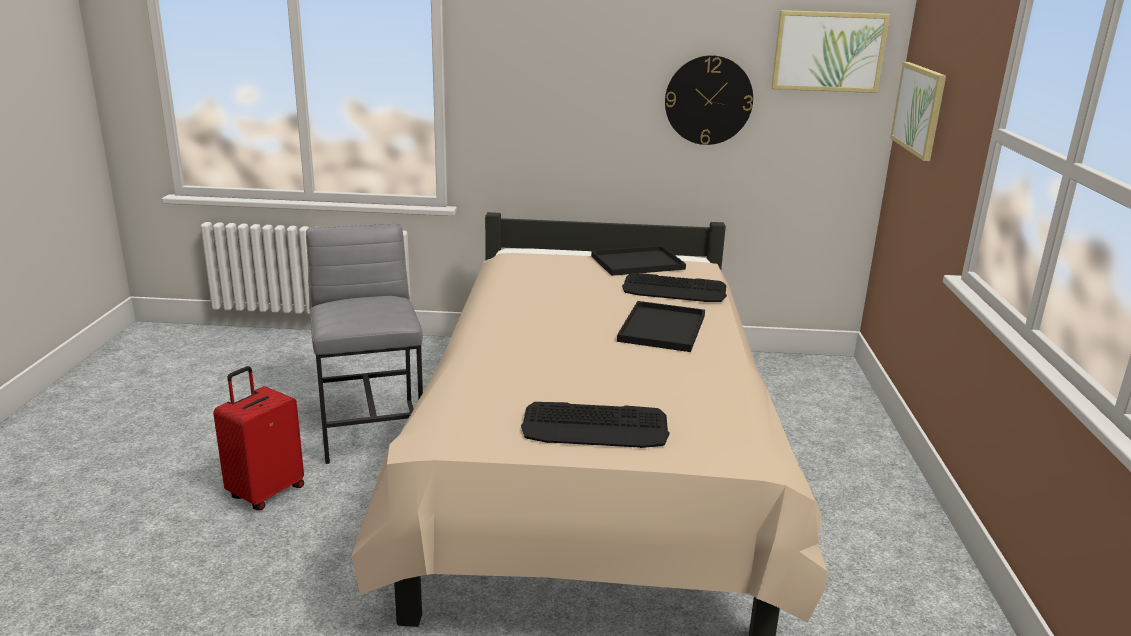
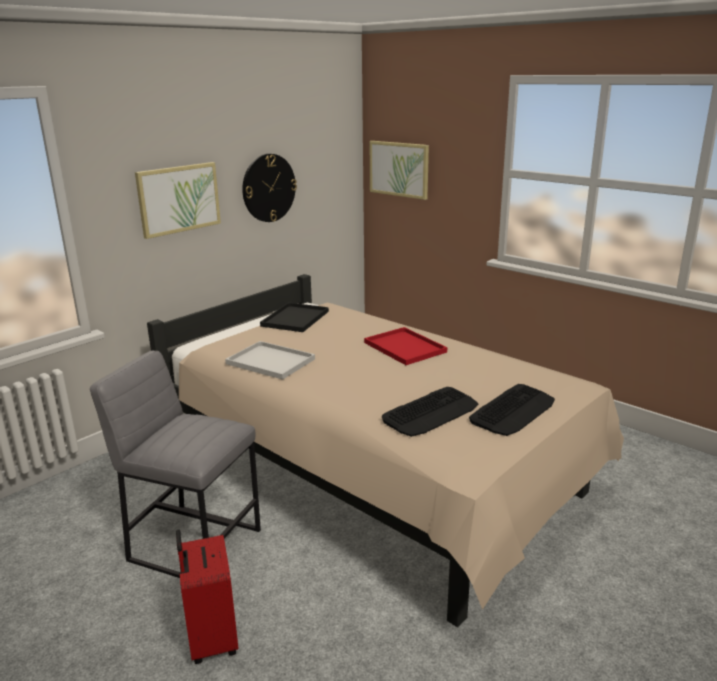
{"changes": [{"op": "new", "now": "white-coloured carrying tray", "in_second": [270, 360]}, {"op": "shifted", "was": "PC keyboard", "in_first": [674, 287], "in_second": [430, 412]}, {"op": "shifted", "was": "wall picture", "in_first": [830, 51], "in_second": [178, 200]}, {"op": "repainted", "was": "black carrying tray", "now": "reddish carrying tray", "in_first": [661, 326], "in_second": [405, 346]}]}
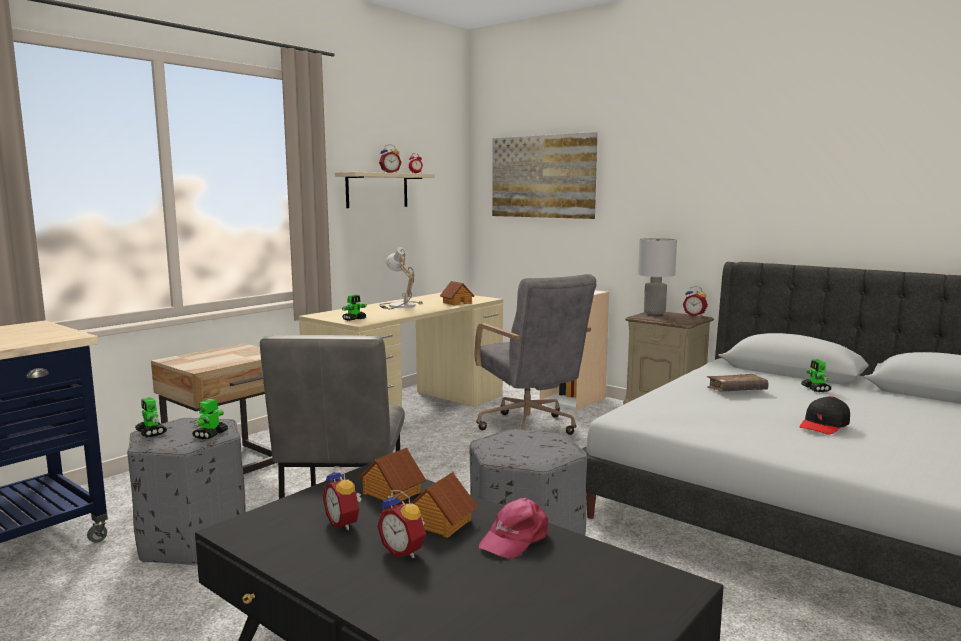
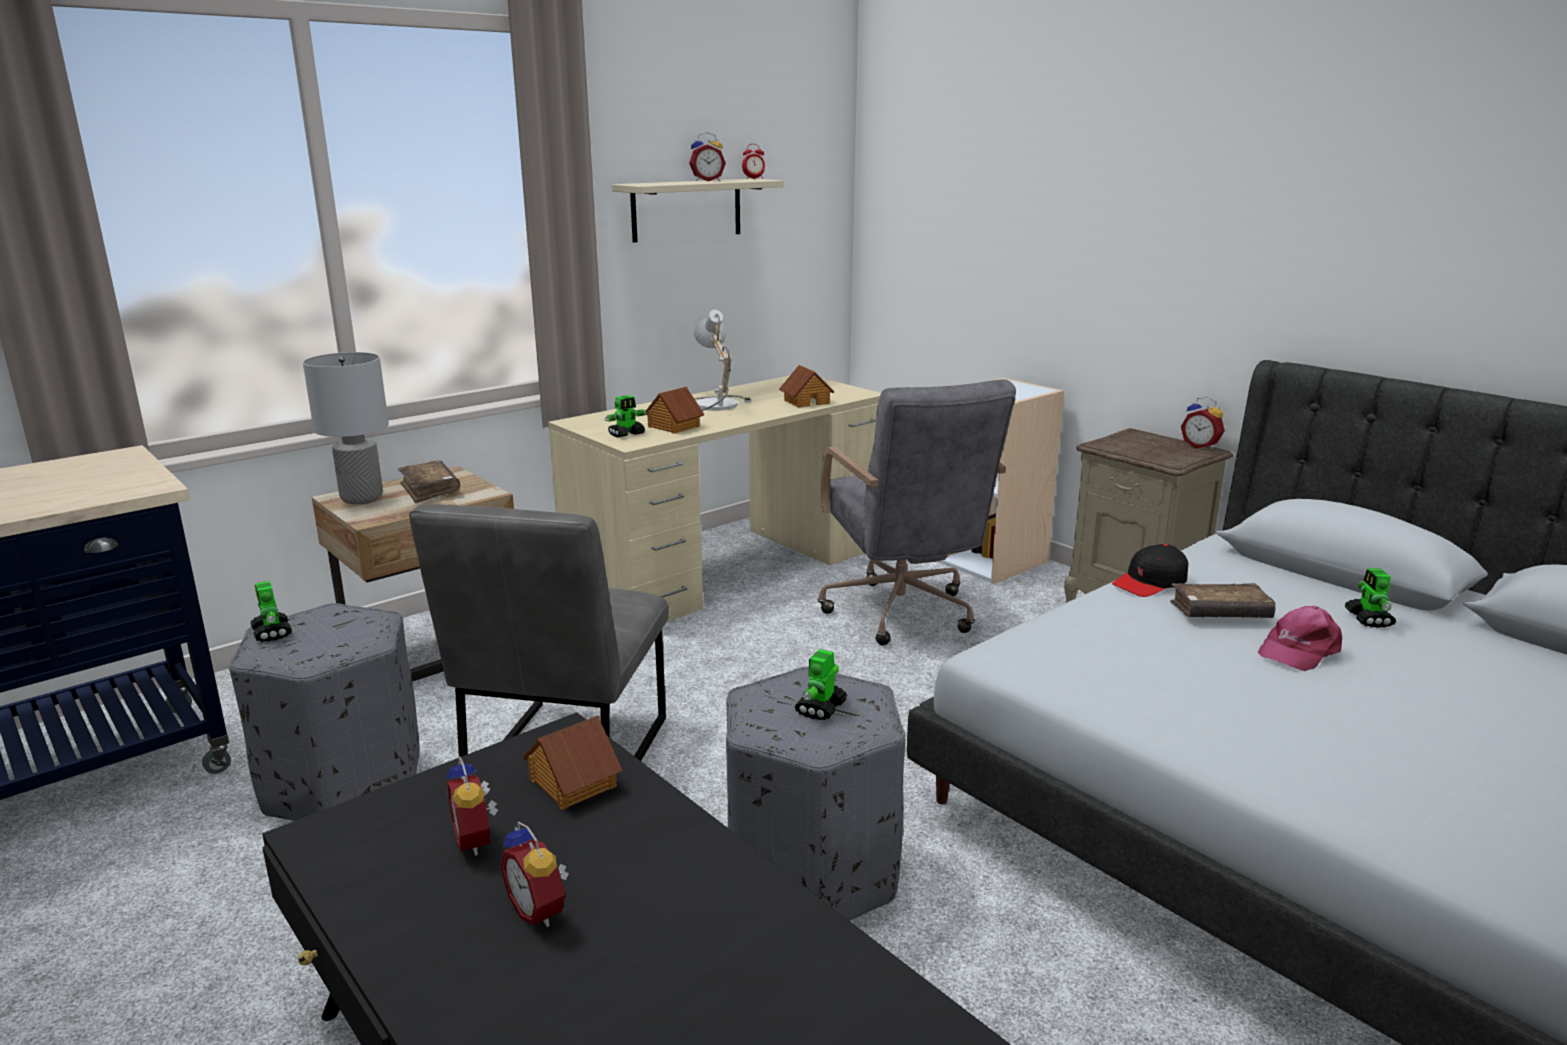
{"changes": [{"op": "gone", "was": "wall picture", "in_first": [545, 175]}, {"op": "new", "now": "brown-coloured book", "in_second": [429, 482]}, {"op": "shifted", "was": "robot figure", "in_first": [210, 419], "in_second": [820, 684]}, {"op": "shifted", "was": "model house", "in_first": [444, 505], "in_second": [675, 410]}, {"op": "shifted", "was": "pink peaked cap", "in_first": [513, 528], "in_second": [1300, 638]}, {"op": "shifted", "was": "greyish lamp for a table", "in_first": [657, 276], "in_second": [346, 428]}, {"op": "shifted", "was": "black peaked cap", "in_first": [824, 415], "in_second": [1150, 570]}]}
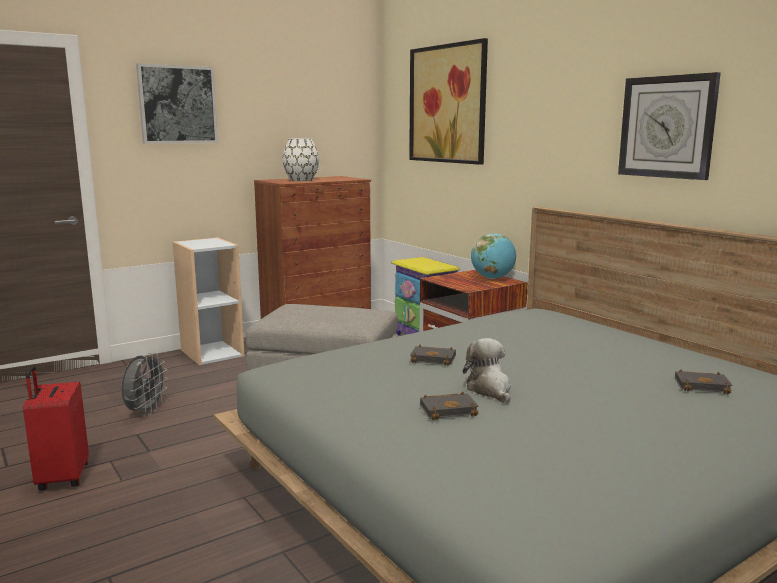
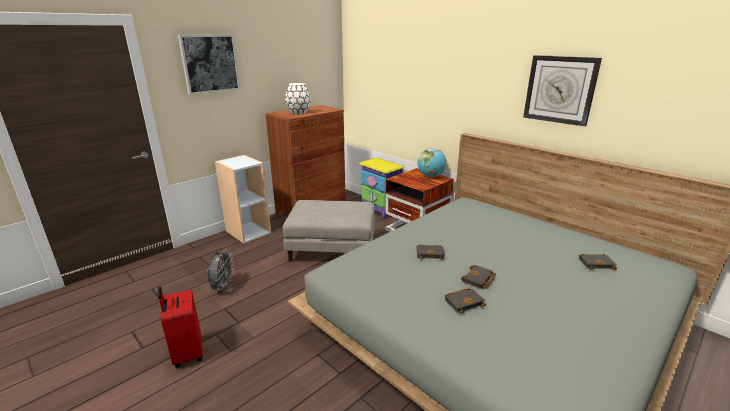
{"changes": [{"op": "gone", "was": "wall picture", "in_first": [448, 101]}, {"op": "swapped", "was": "cuddly toy", "now": "black book", "in_first": [487, 371], "in_second": [478, 277]}]}
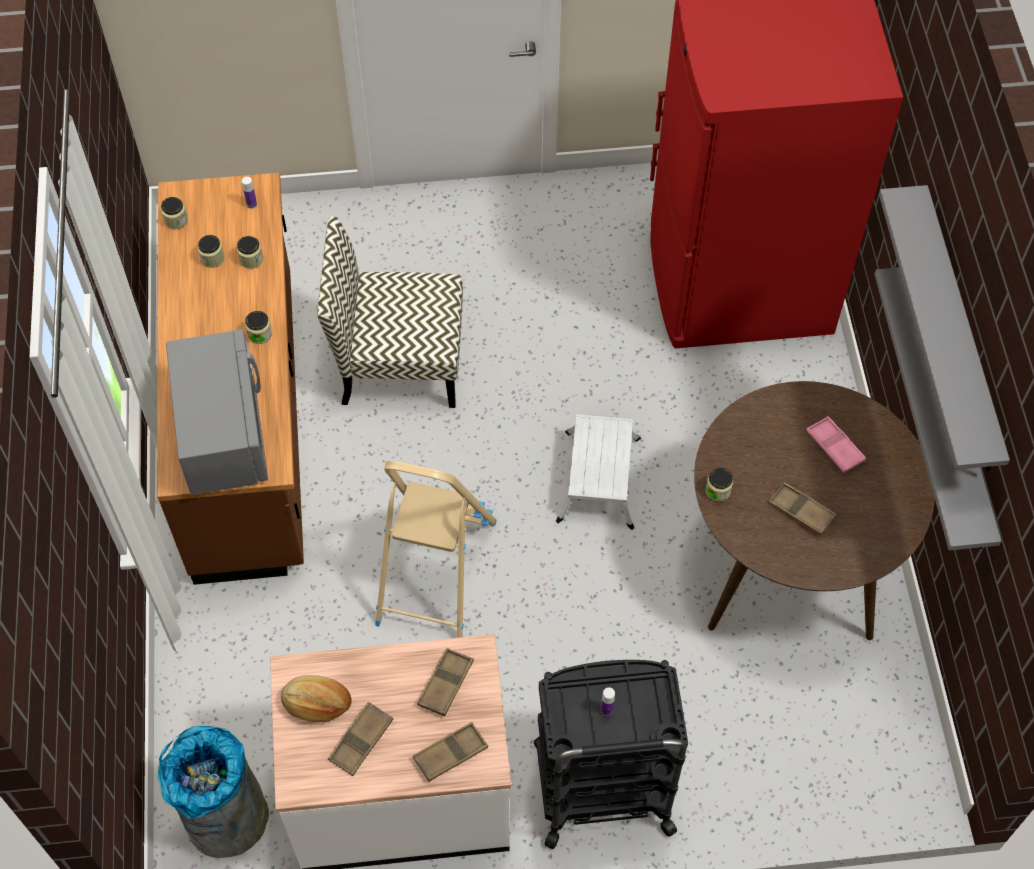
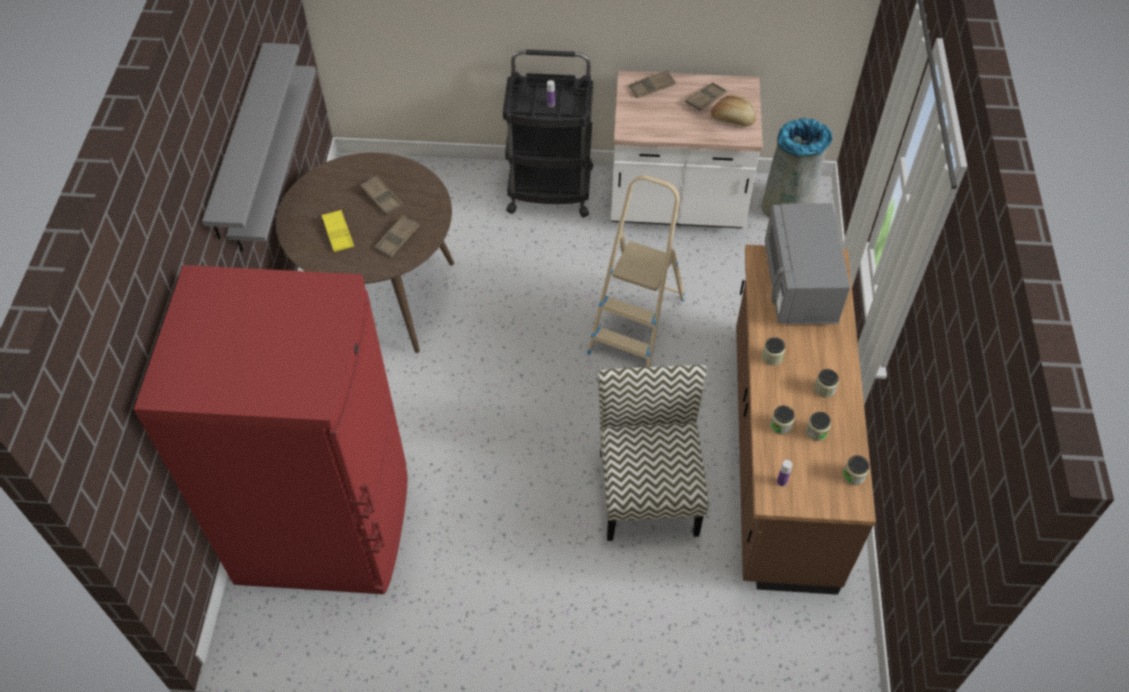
{"changes": [{"op": "gone", "was": "white-coloured stepladder", "in_first": [598, 472]}, {"op": "shifted", "was": "brown-coloured carrying tray", "in_first": [445, 682], "in_second": [397, 236]}, {"op": "shifted", "was": "preserve jar", "in_first": [719, 485], "in_second": [826, 383]}, {"op": "repainted", "was": "pink carrying tray", "now": "yellowish carrying tray", "in_first": [836, 444], "in_second": [338, 231]}, {"op": "rotated", "was": "plain chair", "in_first": [390, 312], "in_second": [653, 453], "clockwise": -105}]}
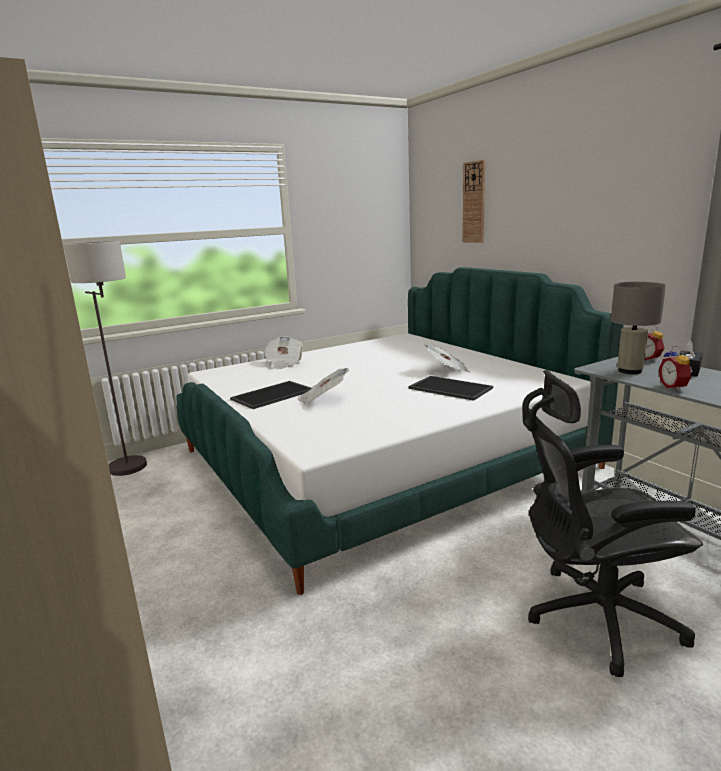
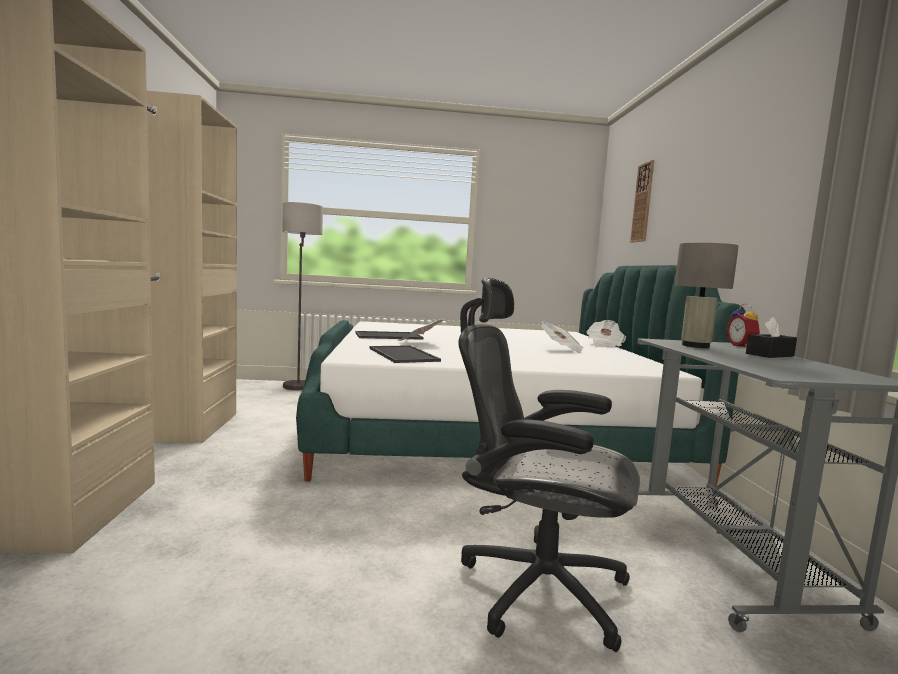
{"changes": [{"op": "gone", "was": "bedside clock", "in_first": [676, 368]}, {"op": "shifted", "was": "printed paper", "in_first": [284, 352], "in_second": [606, 333]}, {"op": "shifted", "was": "carrying tray", "in_first": [451, 388], "in_second": [405, 354]}]}
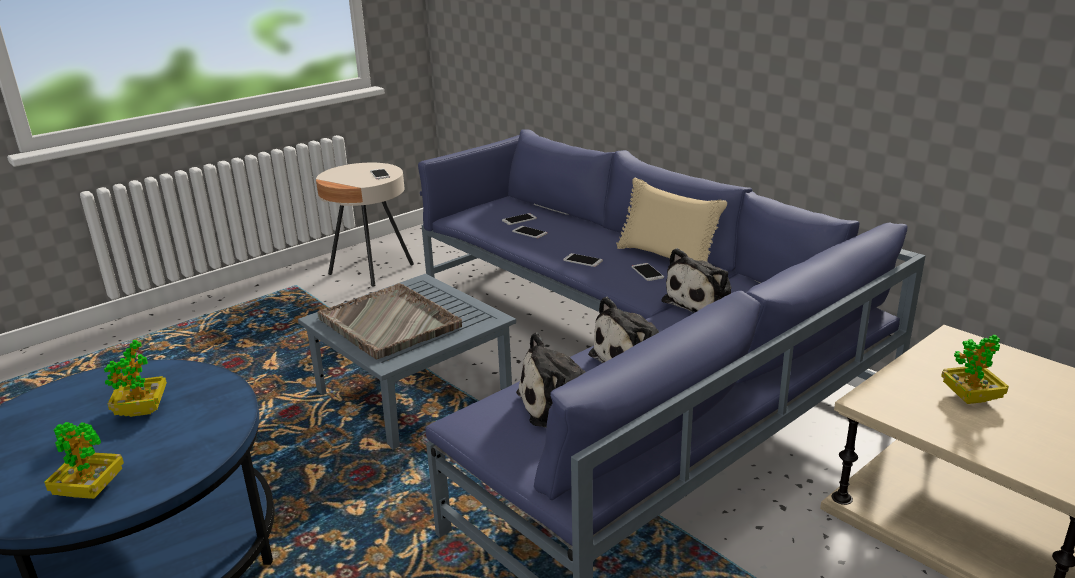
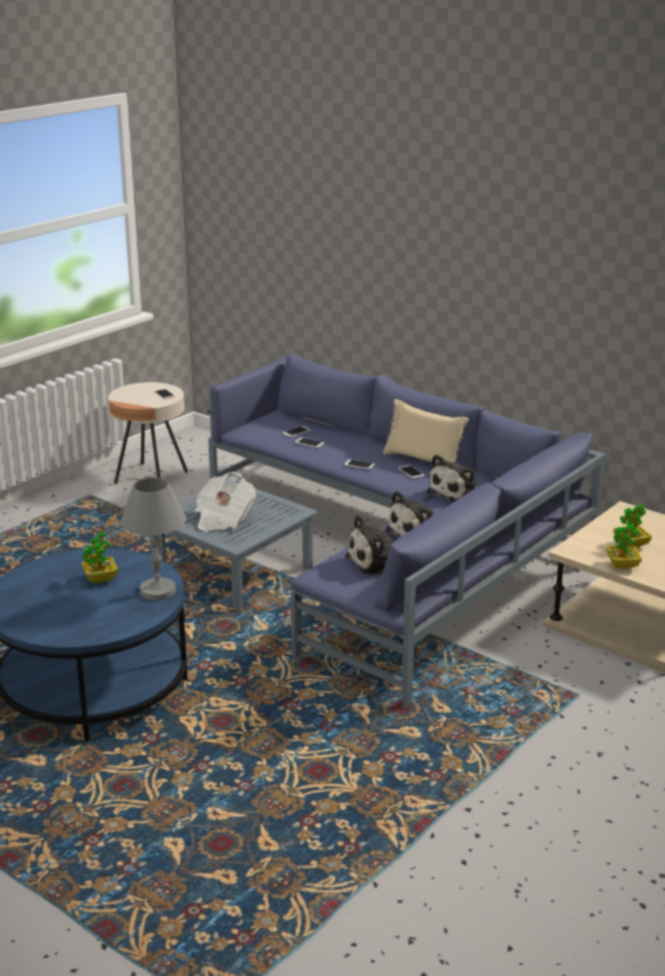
{"changes": [{"op": "new", "now": "greyish lamp for a table", "in_second": [153, 538]}, {"op": "shifted", "was": "potted plant", "in_first": [84, 460], "in_second": [624, 546]}, {"op": "swapped", "was": "greyish carrying tray", "now": "printed paper", "in_first": [389, 321], "in_second": [225, 501]}]}
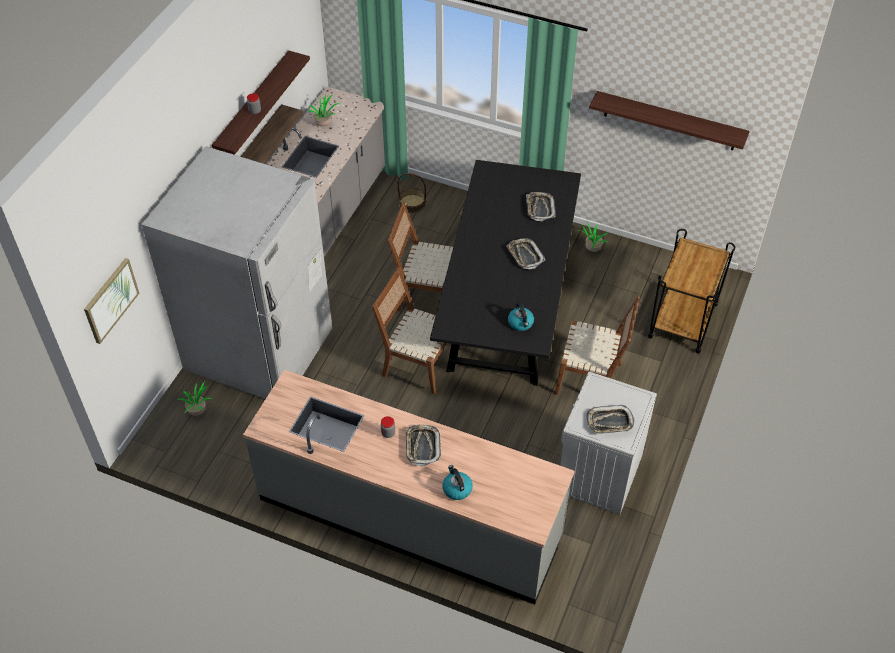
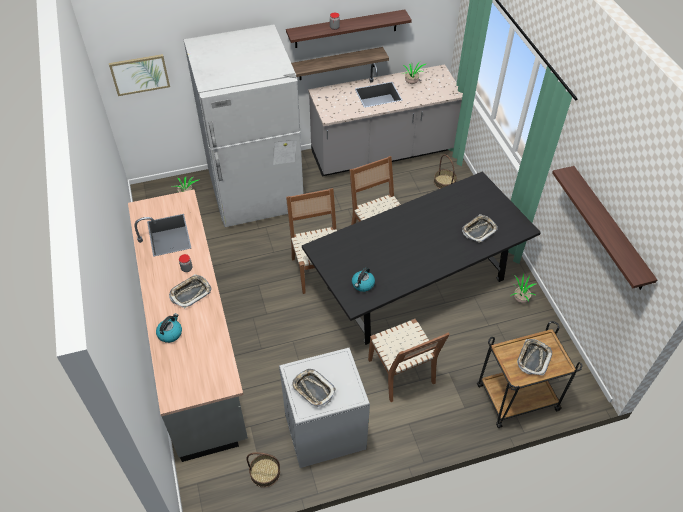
{"changes": [{"op": "new", "now": "household basket", "in_second": [263, 469]}, {"op": "shifted", "was": "carrying tray", "in_first": [526, 253], "in_second": [534, 357]}]}
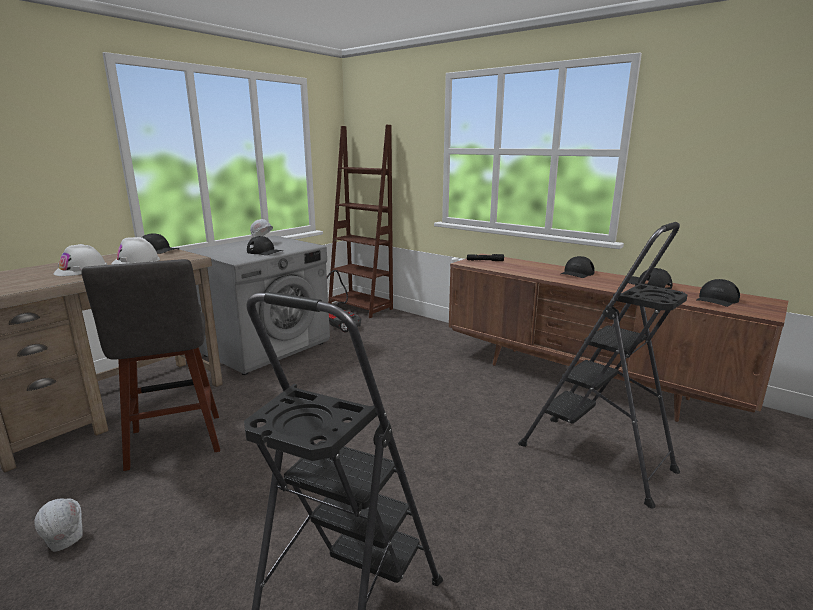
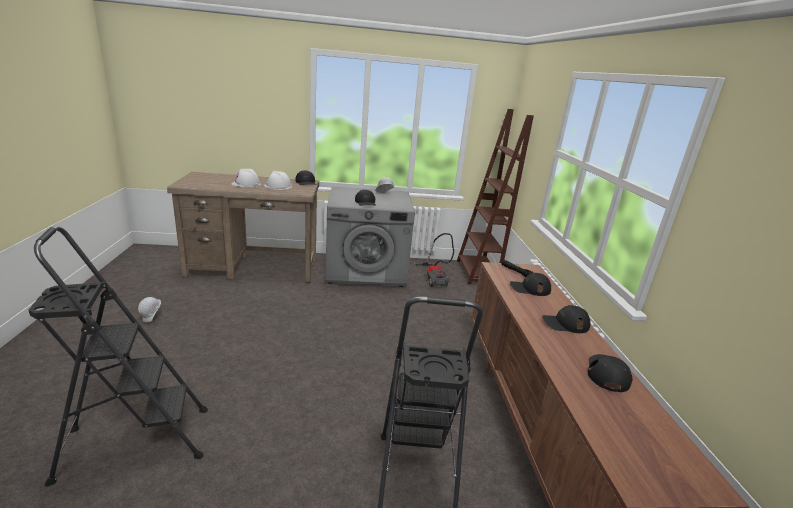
{"changes": [{"op": "gone", "was": "greyish stool seat", "in_first": [150, 365]}, {"op": "shifted", "was": "black peaked cap", "in_first": [718, 293], "in_second": [530, 284]}]}
